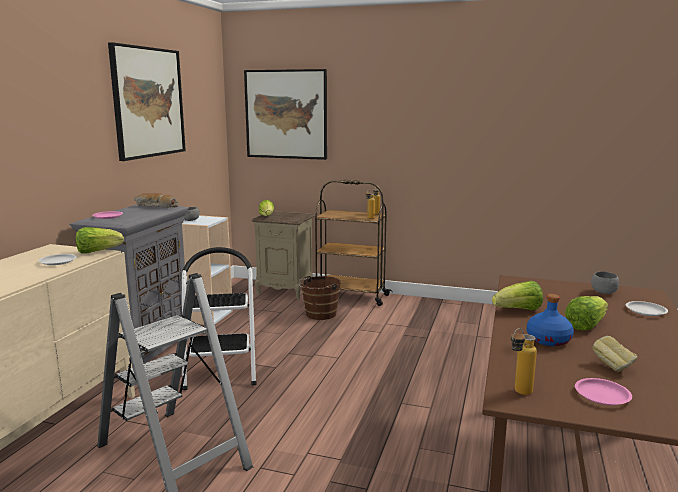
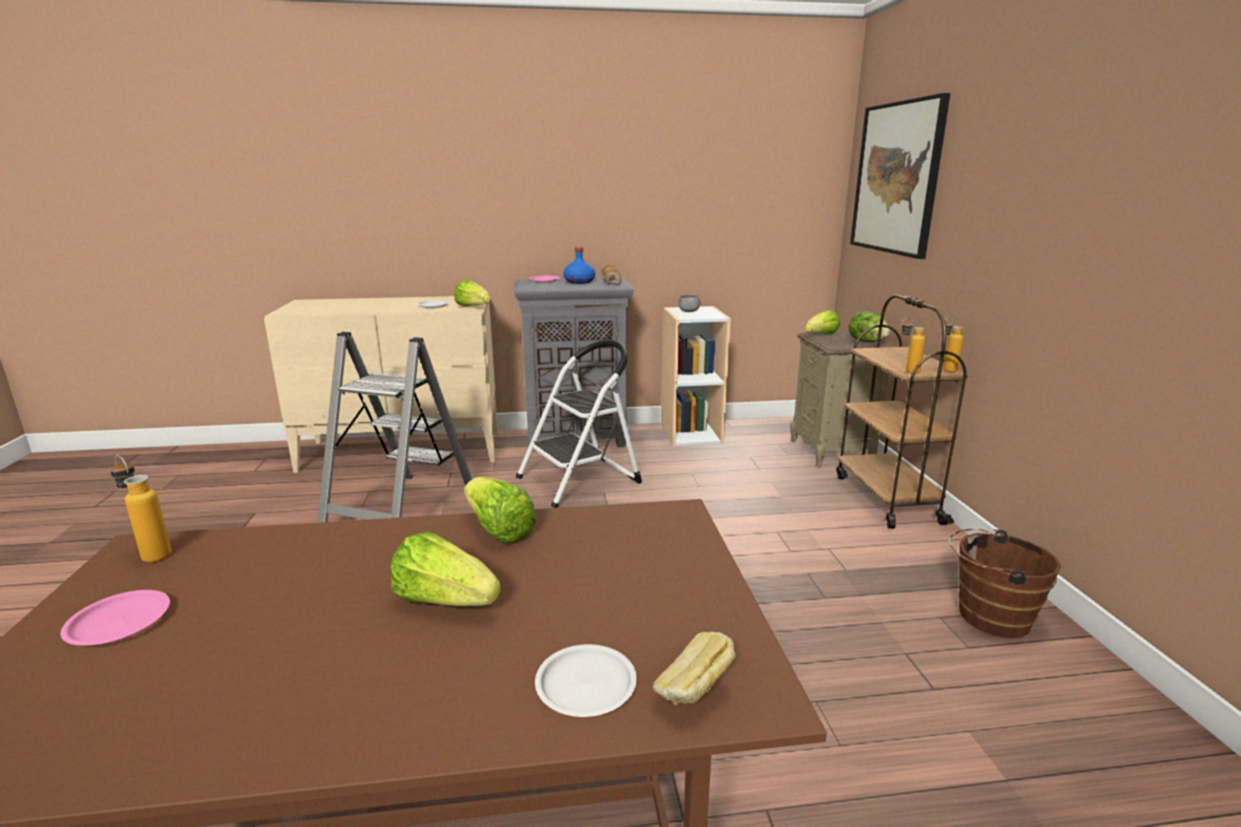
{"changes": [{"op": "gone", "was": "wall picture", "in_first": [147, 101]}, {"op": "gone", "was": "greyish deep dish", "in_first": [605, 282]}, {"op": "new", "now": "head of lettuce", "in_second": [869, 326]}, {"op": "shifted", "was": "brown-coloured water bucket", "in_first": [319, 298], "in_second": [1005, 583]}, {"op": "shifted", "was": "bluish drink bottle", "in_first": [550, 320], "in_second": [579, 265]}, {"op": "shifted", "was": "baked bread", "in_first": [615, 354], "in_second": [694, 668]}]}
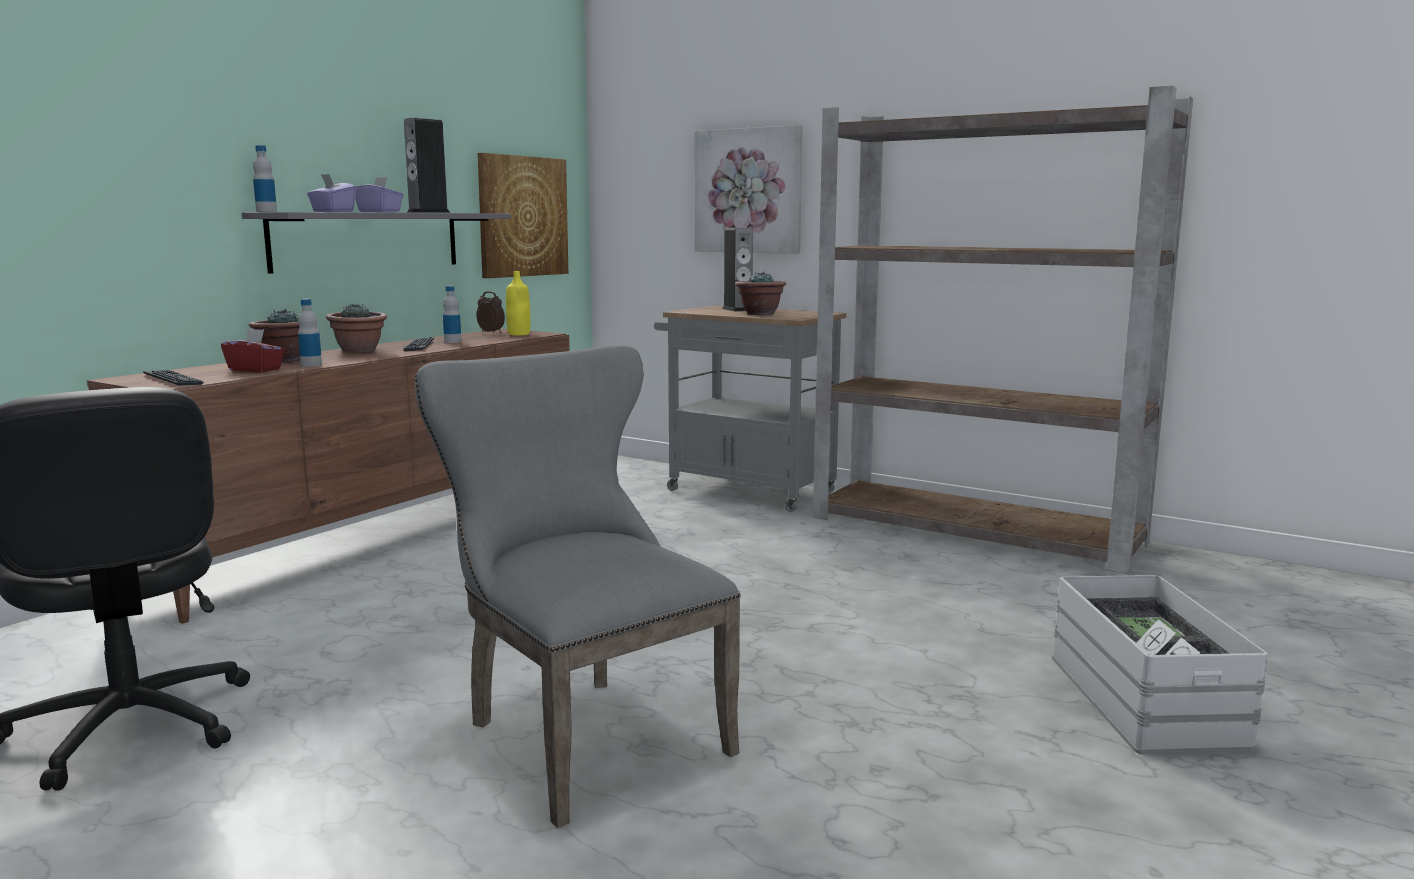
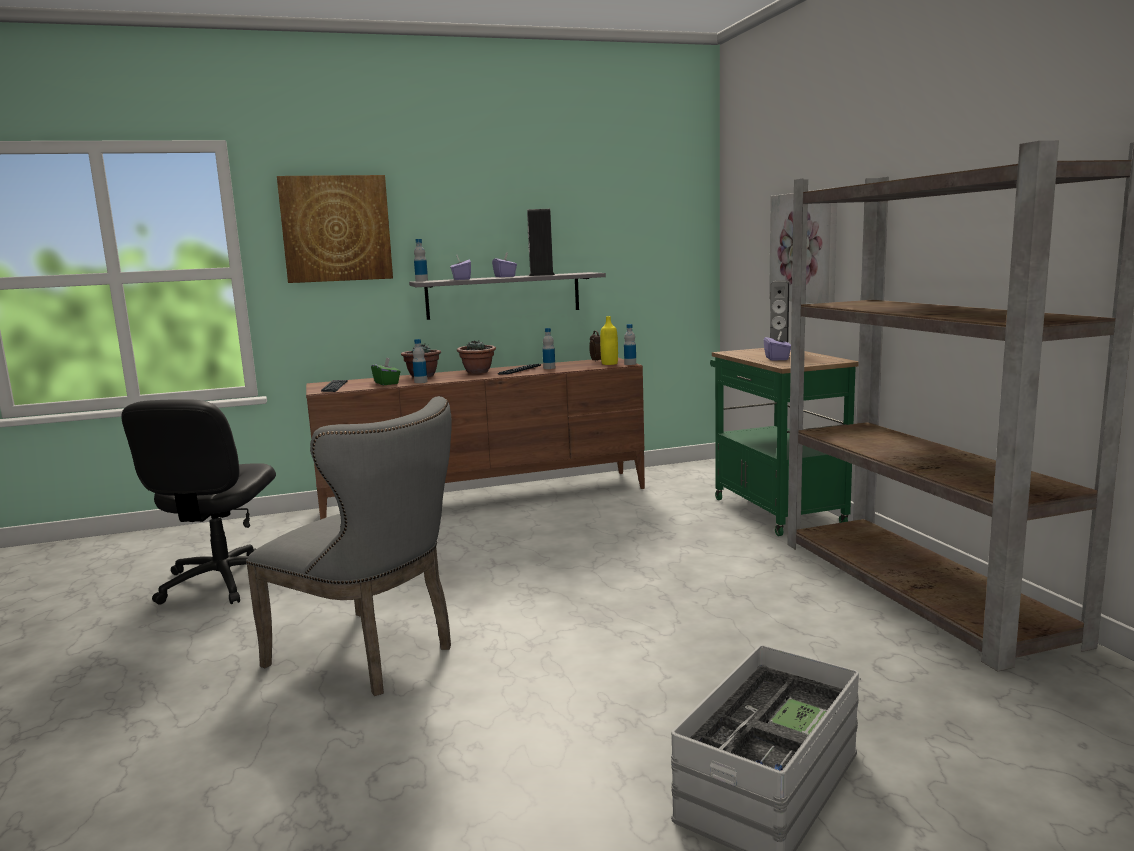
{"changes": [{"op": "new", "now": "drink bottle", "in_second": [630, 344]}, {"op": "shifted", "was": "wall picture", "in_first": [523, 215], "in_second": [335, 229]}, {"op": "swapped", "was": "potted plant", "now": "purple-coloured tissue box", "in_first": [760, 293], "in_second": [777, 346]}, {"op": "repainted", "was": "reddish tissue box", "now": "green-coloured tissue box", "in_first": [253, 351], "in_second": [385, 371]}, {"op": "repainted", "was": "greyish cart", "now": "green-coloured cart", "in_first": [750, 409], "in_second": [784, 442]}, {"op": "rotated", "was": "greyish plain chair", "in_first": [578, 586], "in_second": [349, 546], "clockwise": 120}]}
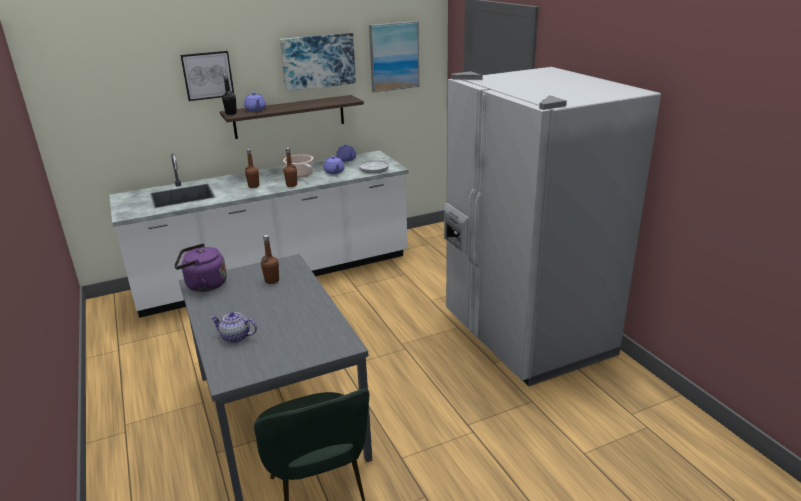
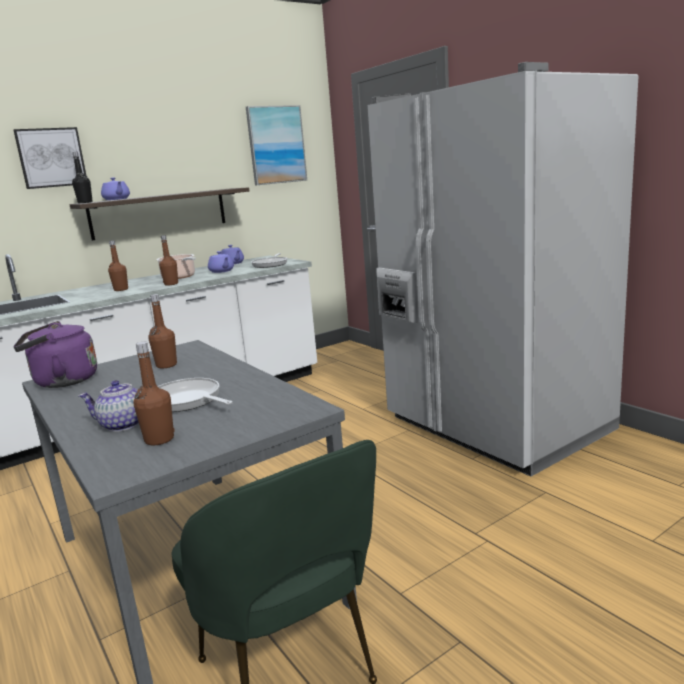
{"changes": [{"op": "gone", "was": "wall picture", "in_first": [318, 62]}, {"op": "new", "now": "brown-coloured drink bottle", "in_second": [154, 393]}, {"op": "new", "now": "frying pan", "in_second": [195, 395]}]}
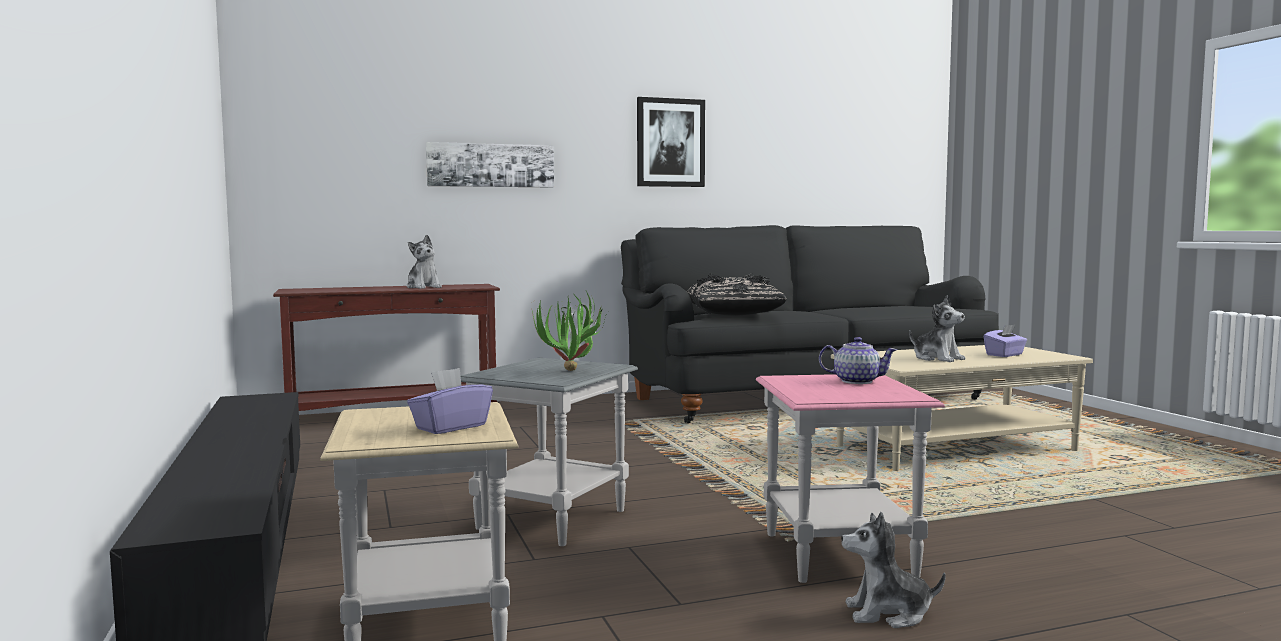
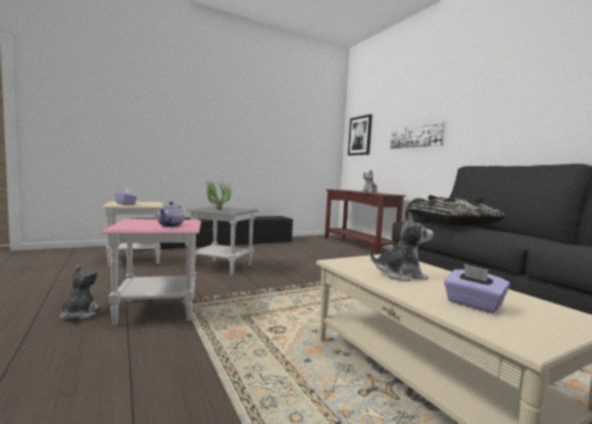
{"changes": [{"op": "shifted", "was": "wall picture", "in_first": [671, 142], "in_second": [360, 135]}, {"op": "rotated", "was": "cuddly toy", "in_first": [937, 328], "in_second": [401, 246], "clockwise": -135}]}
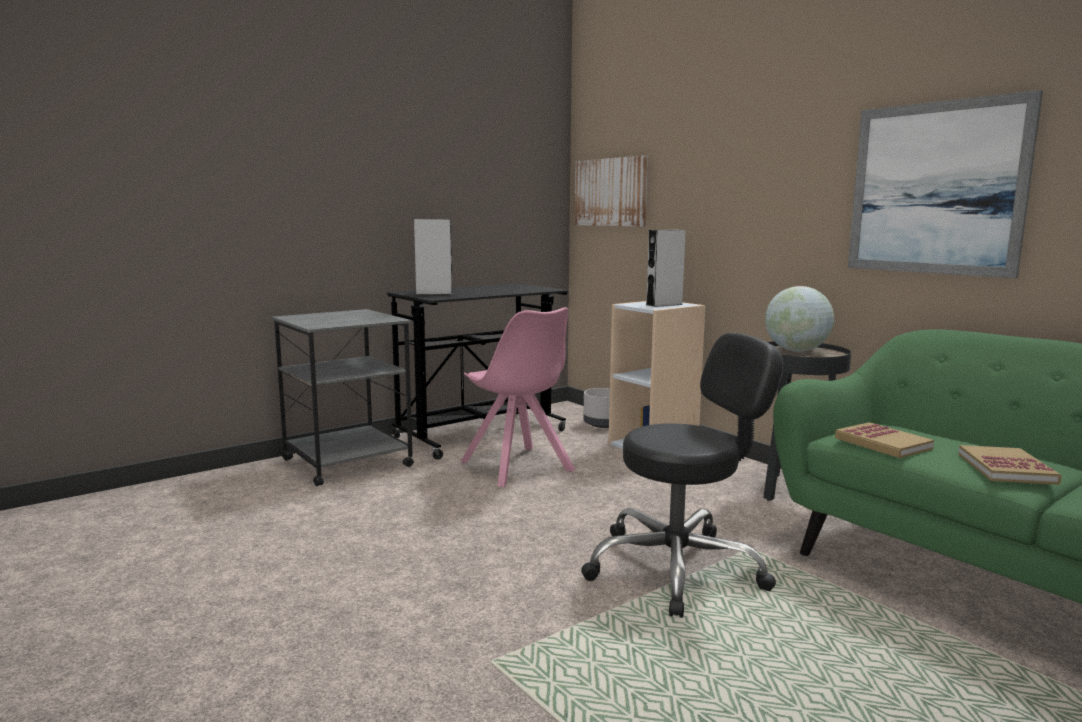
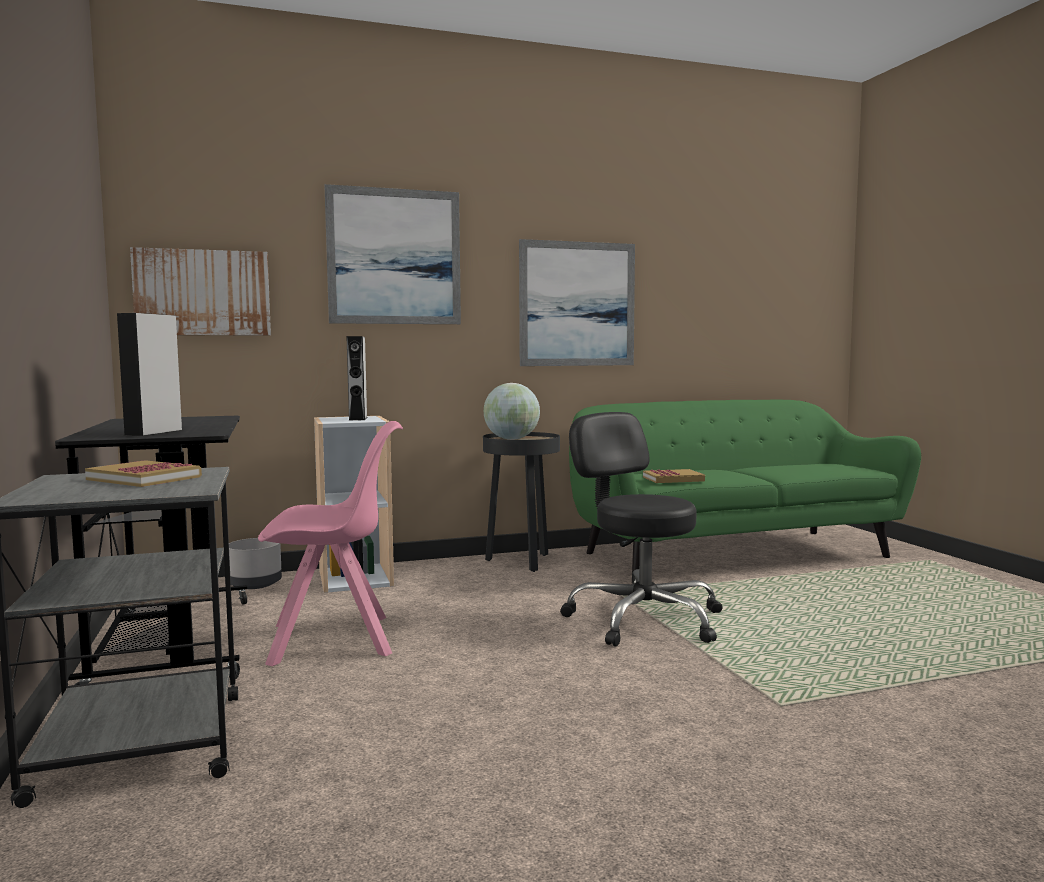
{"changes": [{"op": "new", "now": "wall picture", "in_second": [392, 254]}, {"op": "shifted", "was": "book", "in_first": [1009, 465], "in_second": [143, 473]}, {"op": "rotated", "was": "black office chair", "in_first": [682, 475], "in_second": [641, 529], "clockwise": -45}]}
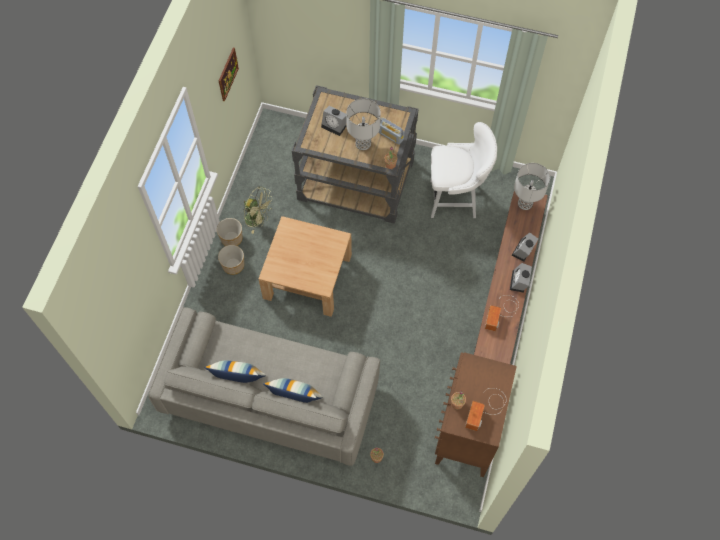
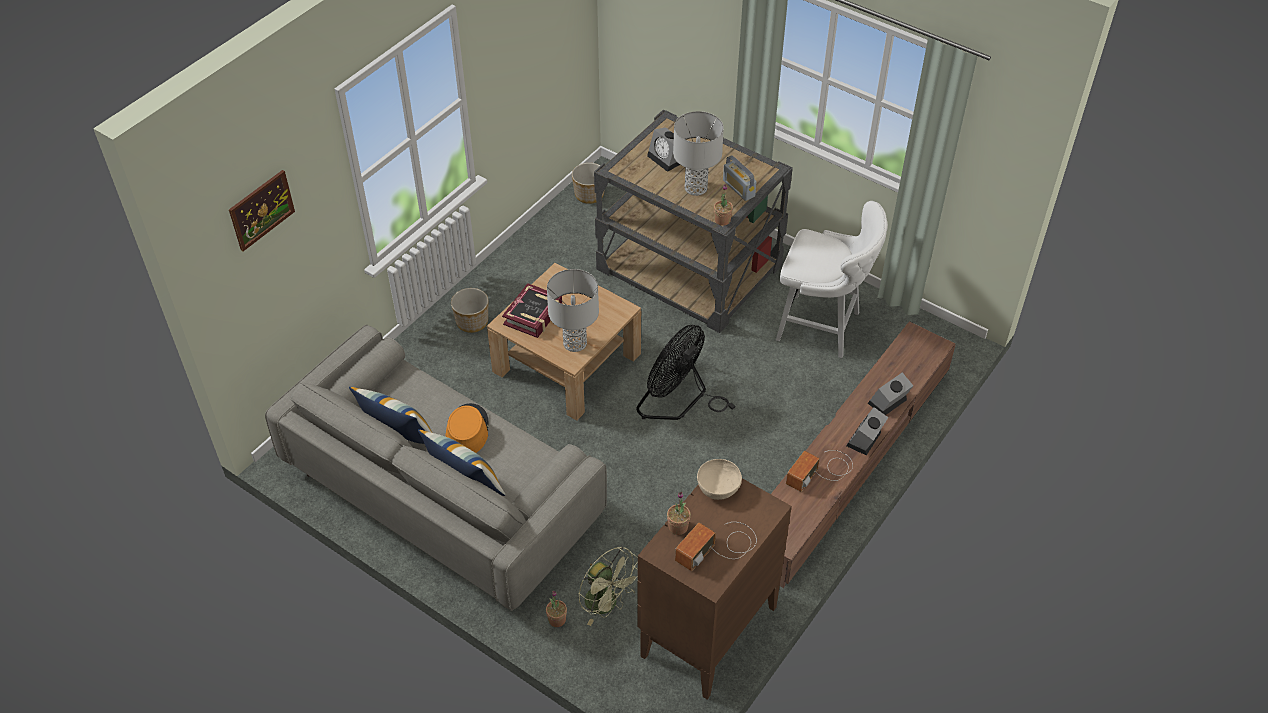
{"changes": [{"op": "new", "now": "orangey hat", "in_second": [467, 428]}, {"op": "new", "now": "book", "in_second": [532, 310]}, {"op": "new", "now": "black fan", "in_second": [686, 372]}, {"op": "new", "now": "beige deep dish", "in_second": [719, 479]}, {"op": "shifted", "was": "flower pot", "in_first": [229, 232], "in_second": [588, 183]}, {"op": "shifted", "was": "wall picture", "in_first": [229, 74], "in_second": [262, 210]}, {"op": "shifted", "was": "green-coloured fan", "in_first": [258, 210], "in_second": [608, 586]}, {"op": "shifted", "was": "white-coloured lamp for a table", "in_first": [532, 186], "in_second": [573, 310]}]}
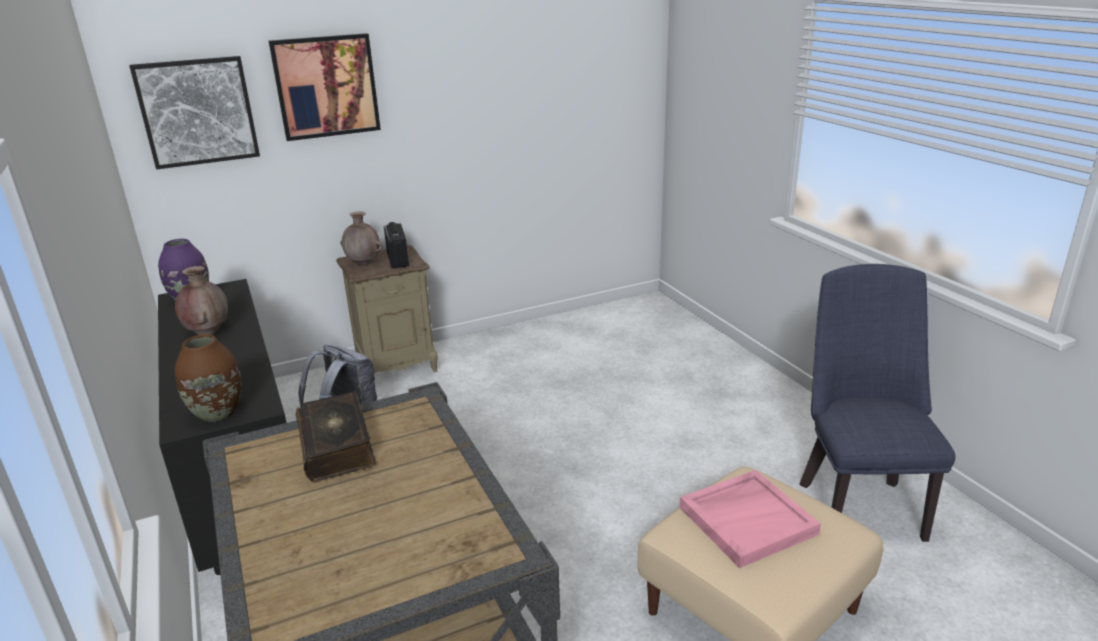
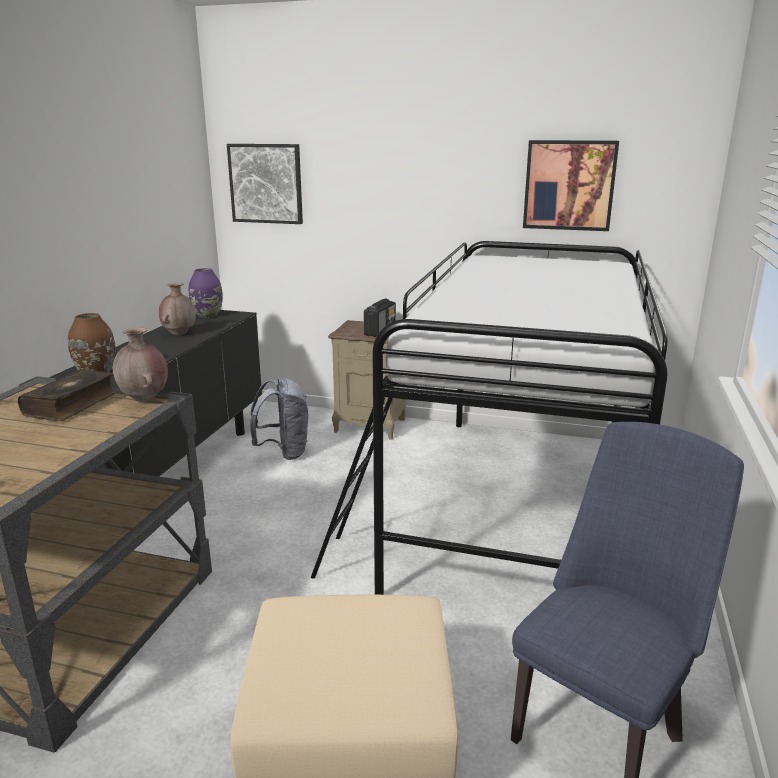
{"changes": [{"op": "gone", "was": "pink carrying tray", "in_first": [750, 519]}, {"op": "new", "now": "black sleeping bed", "in_second": [489, 418]}, {"op": "shifted", "was": "wall picture", "in_first": [325, 87], "in_second": [571, 185]}, {"op": "shifted", "was": "brown-coloured flower vase", "in_first": [361, 238], "in_second": [140, 364]}]}
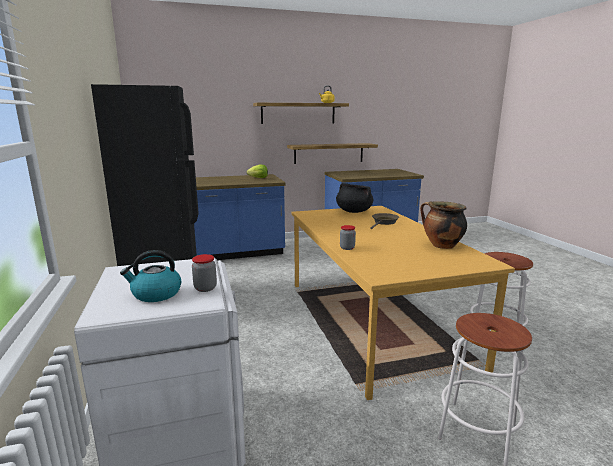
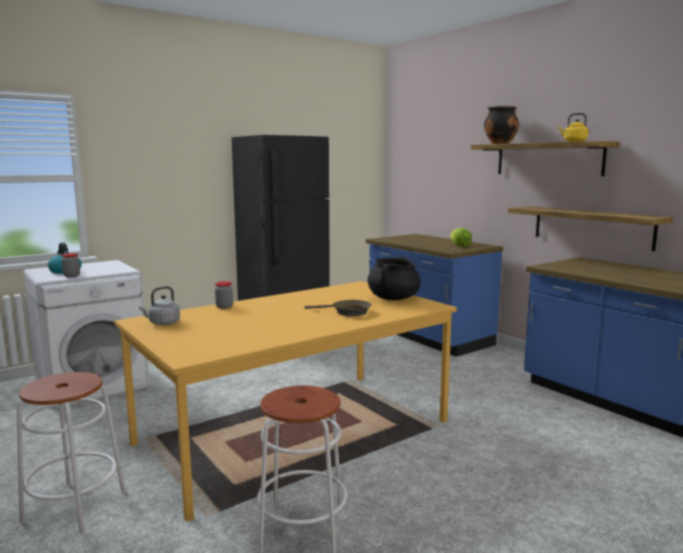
{"changes": [{"op": "new", "now": "greyish water kettle", "in_second": [159, 305]}, {"op": "shifted", "was": "saucepot", "in_first": [443, 225], "in_second": [501, 125]}]}
